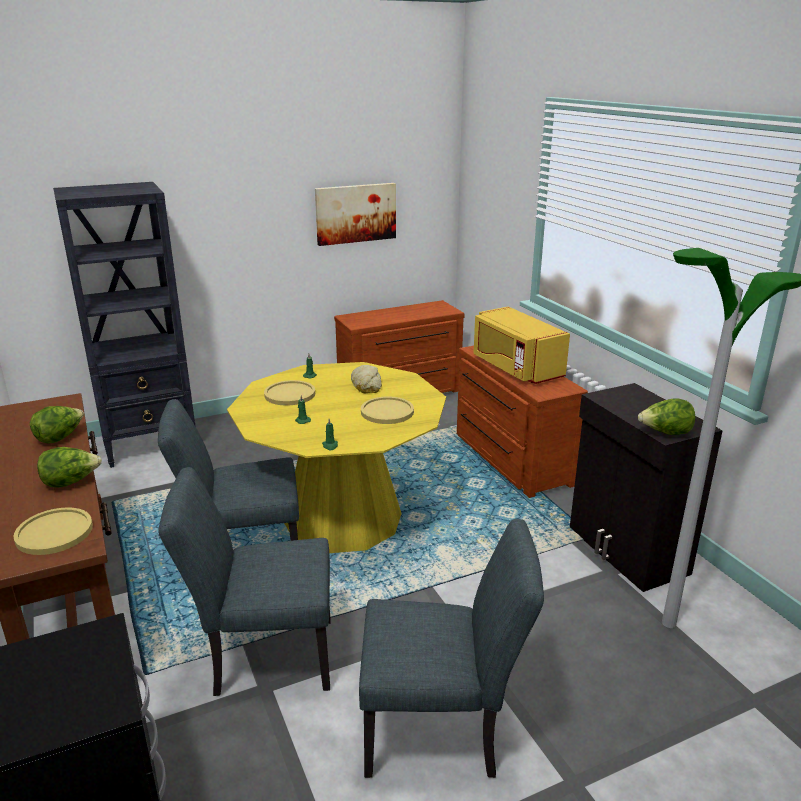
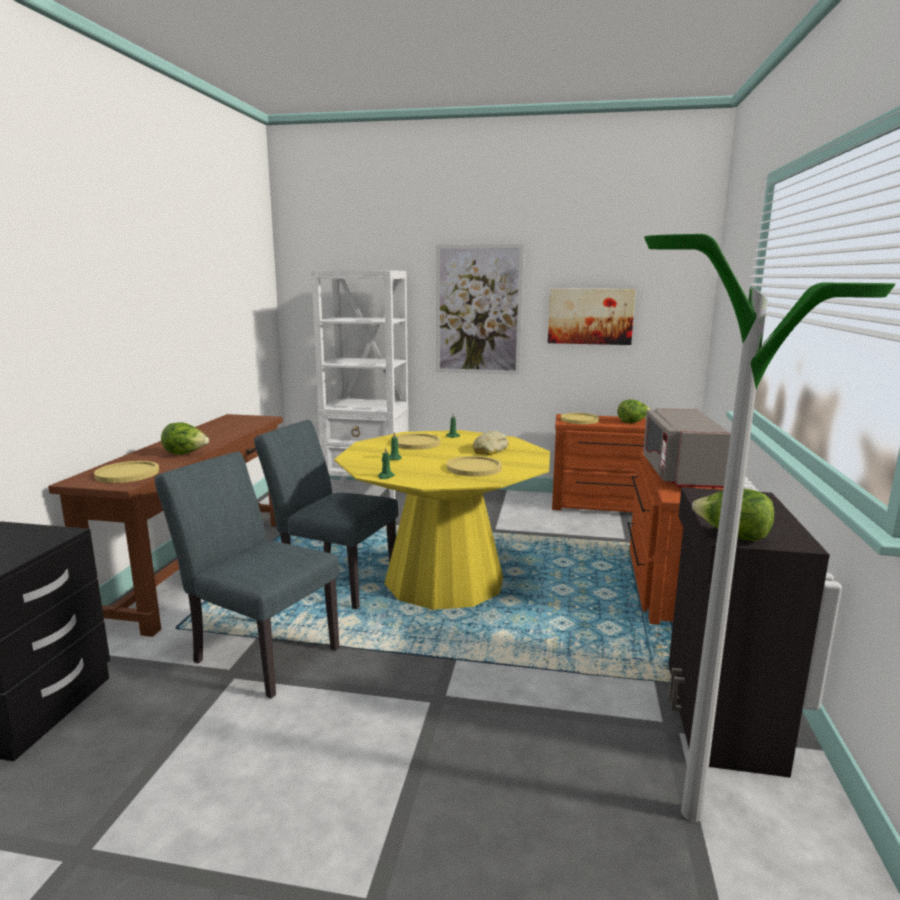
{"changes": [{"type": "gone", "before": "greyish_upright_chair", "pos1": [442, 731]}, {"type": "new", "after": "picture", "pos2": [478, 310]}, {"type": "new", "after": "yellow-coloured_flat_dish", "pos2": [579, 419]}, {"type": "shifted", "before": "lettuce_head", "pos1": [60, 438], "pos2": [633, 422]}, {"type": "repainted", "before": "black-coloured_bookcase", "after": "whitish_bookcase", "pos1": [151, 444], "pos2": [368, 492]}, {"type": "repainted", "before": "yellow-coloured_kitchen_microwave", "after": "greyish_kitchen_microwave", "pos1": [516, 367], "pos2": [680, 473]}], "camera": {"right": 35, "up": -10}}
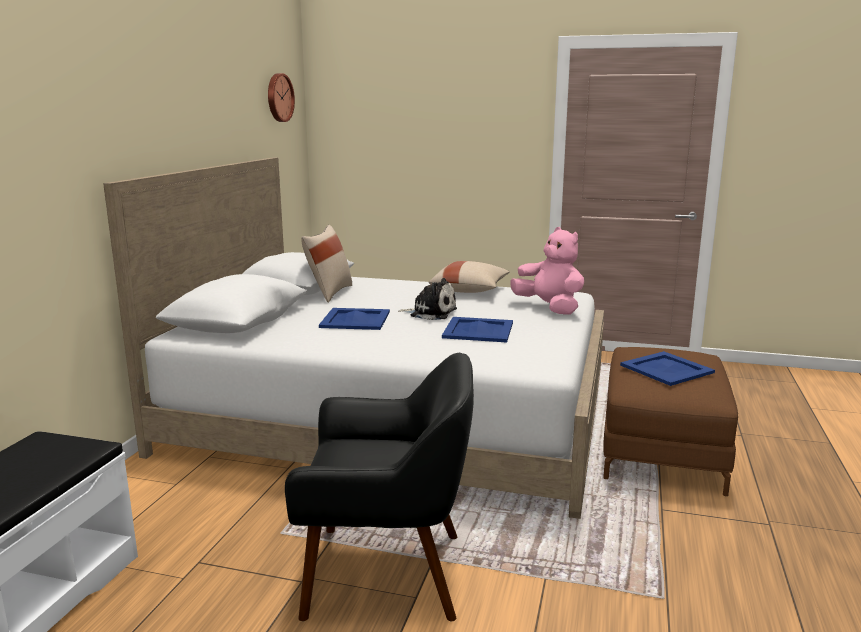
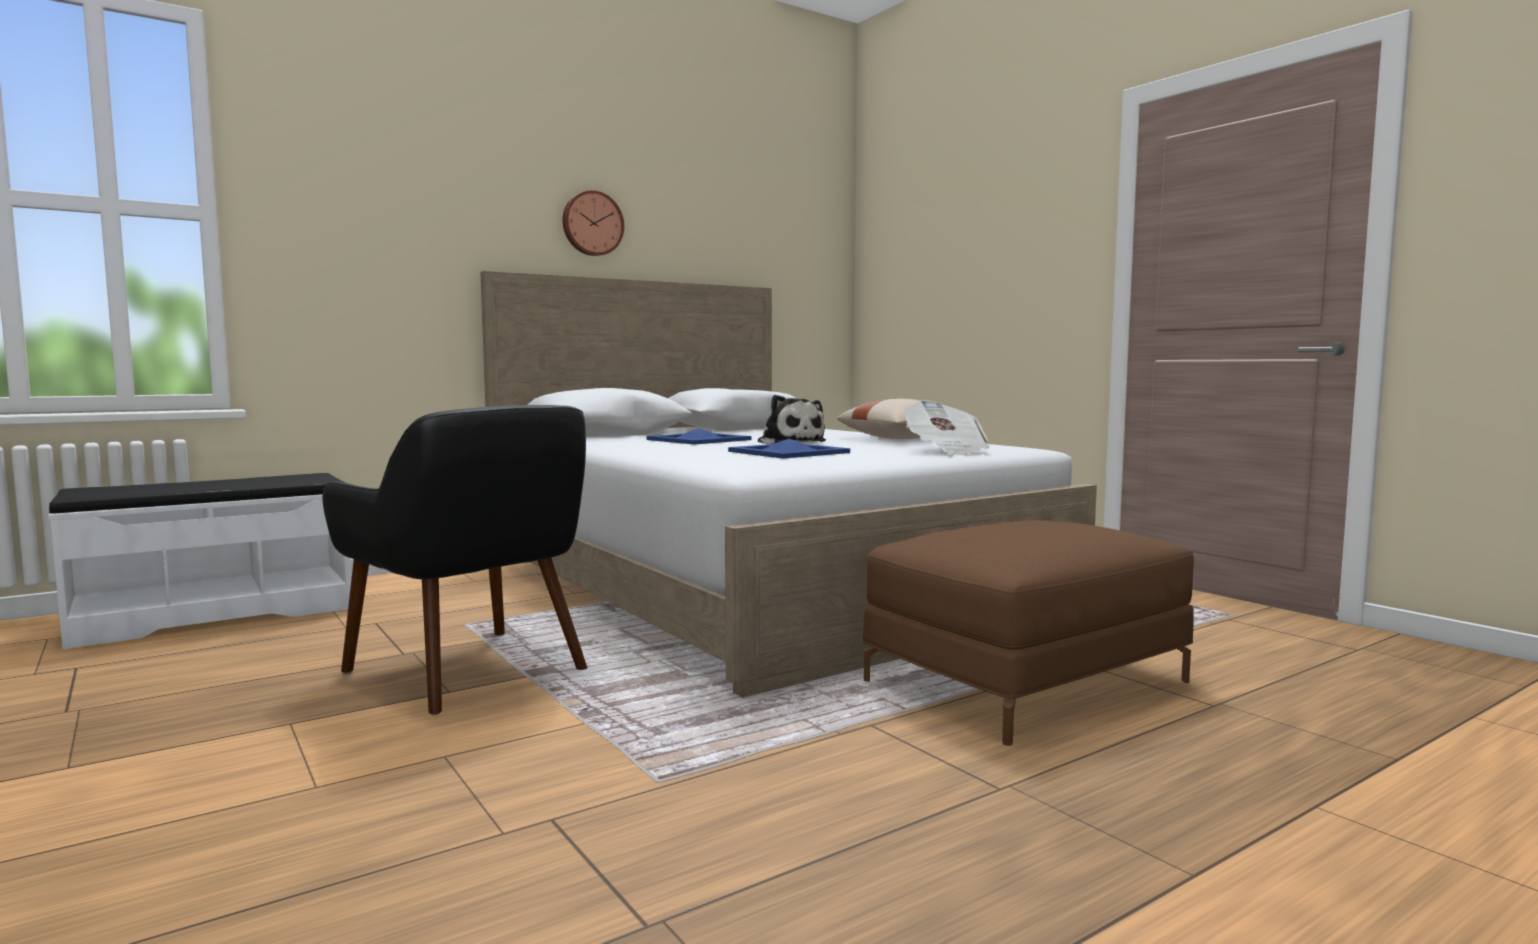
{"changes": [{"type": "gone", "before": "beige_cushion", "pos1": [328, 293]}, {"type": "gone", "before": "blue-coloured_serving_tray", "pos1": [665, 369]}, {"type": "shifted", "before": "wall_clock", "pos1": [279, 97], "pos2": [592, 223]}, {"type": "swapped", "before": "pink_cuddly_toy", "after": "newspaper", "pos1": [549, 308], "pos2": [946, 451]}], "camera": {"right": 40, "up": -10}}
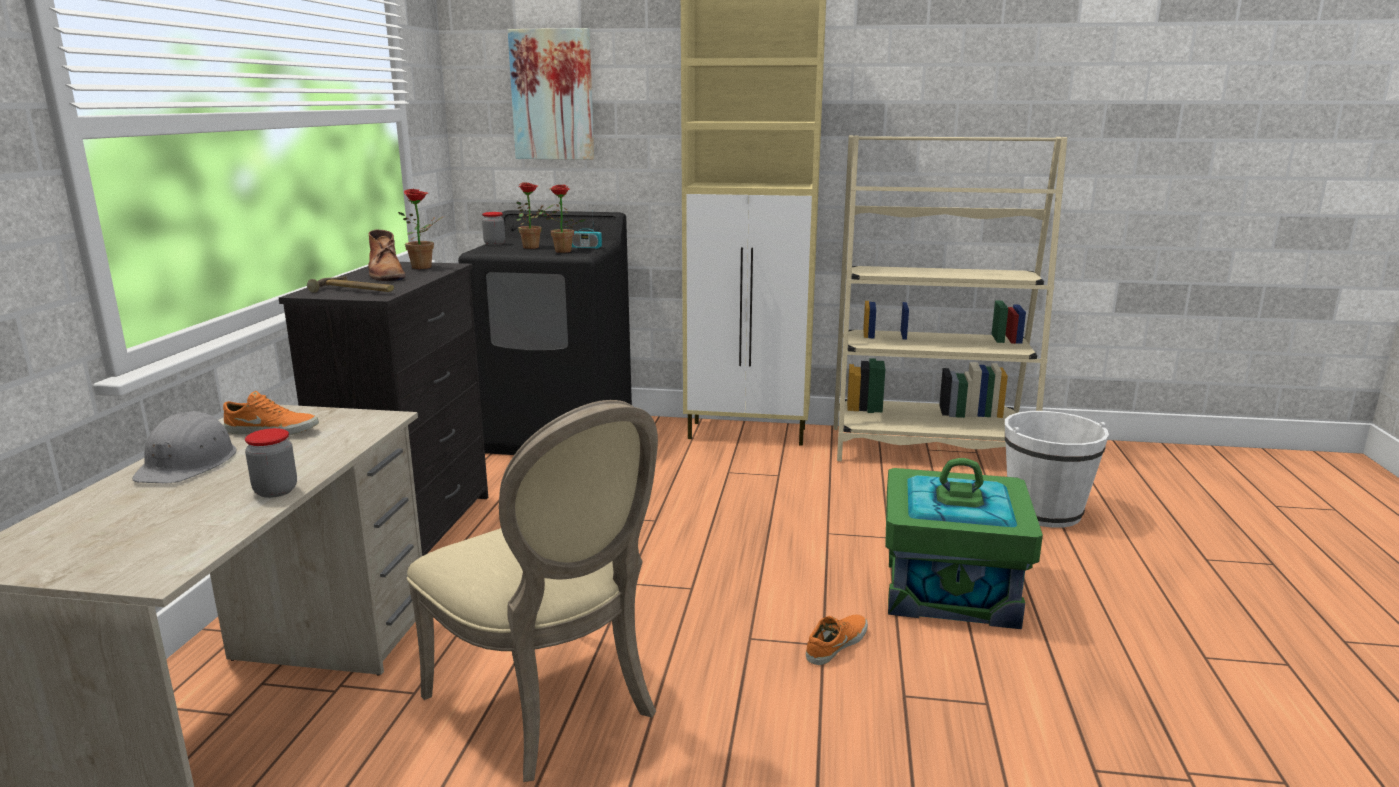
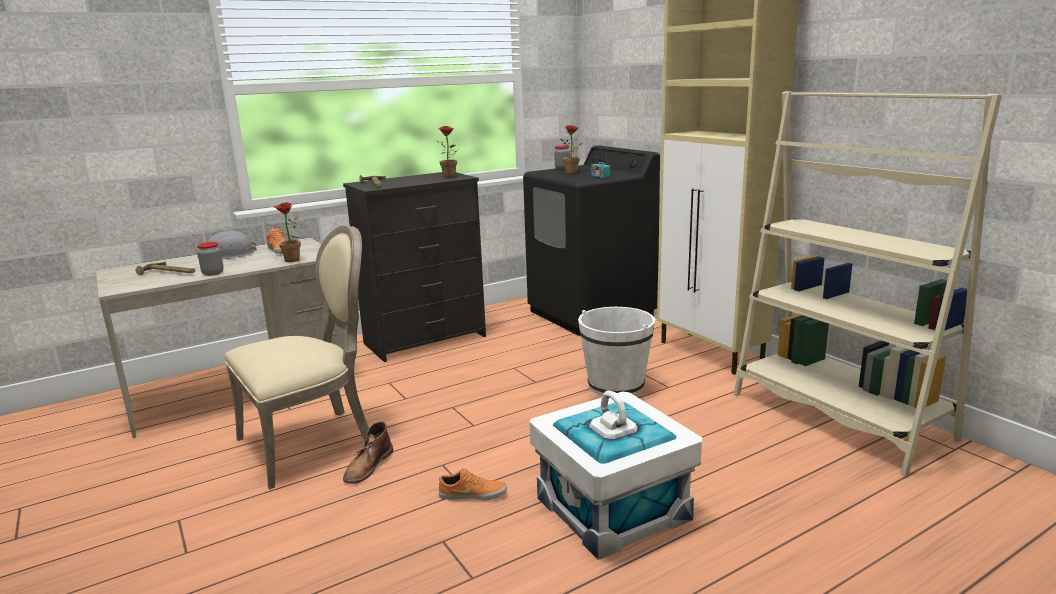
{"changes": [{"type": "gone", "before": "picture", "pos1": [552, 95]}, {"type": "new", "after": "hand_hammer", "pos2": [168, 273]}, {"type": "shifted", "before": "brown_tall_boot", "pos1": [386, 274], "pos2": [368, 466]}, {"type": "shifted", "before": "potted_plant", "pos1": [561, 252], "pos2": [288, 260]}, {"type": "shifted", "before": "whitish_water_bucket", "pos1": [1044, 512], "pos2": [616, 385]}, {"type": "repainted", "before": "greenish_storage_container", "after": "whitish_storage_container", "pos1": [950, 588], "pos2": [613, 508]}, {"type": "rotated", "before": "beige_upright_chair", "pos1": [550, 705], "pos2": [312, 442], "turn": -135}], "camera": {"right": 50, "up": 0}}
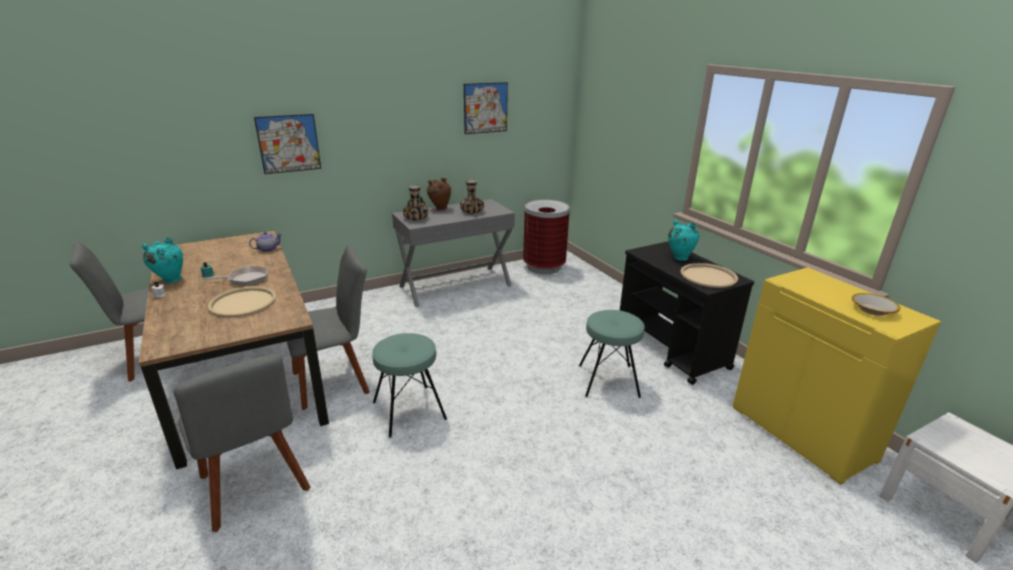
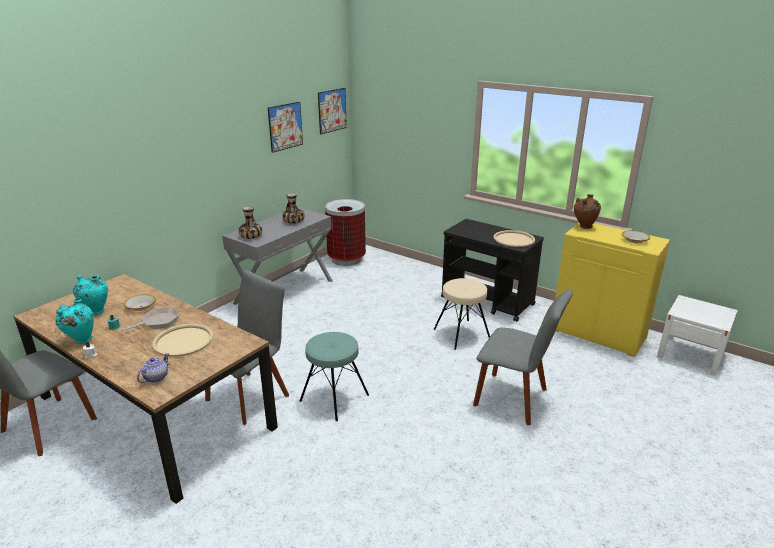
{"changes": [{"type": "new", "after": "deep_dish", "pos2": [141, 306]}, {"type": "shifted", "before": "greyish_upright_chair", "pos1": [255, 487], "pos2": [514, 399]}, {"type": "shifted", "before": "tea_pot", "pos1": [267, 249], "pos2": [155, 378]}, {"type": "shifted", "before": "picture", "pos1": [288, 143], "pos2": [332, 110]}, {"type": "shifted", "before": "brown_vase", "pos1": [439, 209], "pos2": [584, 227]}, {"type": "shifted", "before": "blue-green_vase", "pos1": [679, 258], "pos2": [96, 311]}, {"type": "repainted", "before": "blue-green_stool_seat", "after": "beige_stool_seat", "pos1": [608, 380], "pos2": [461, 334]}], "camera": {"right": -25, "up": 0}}
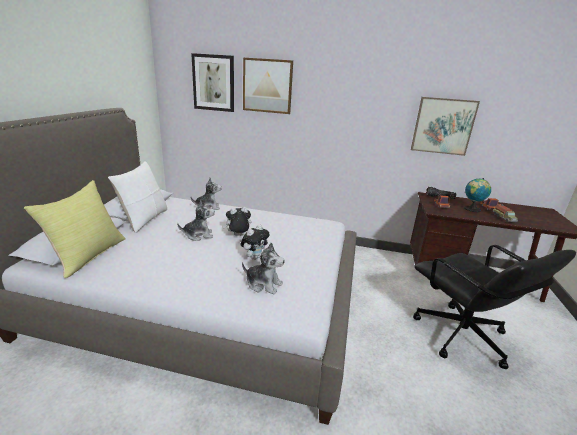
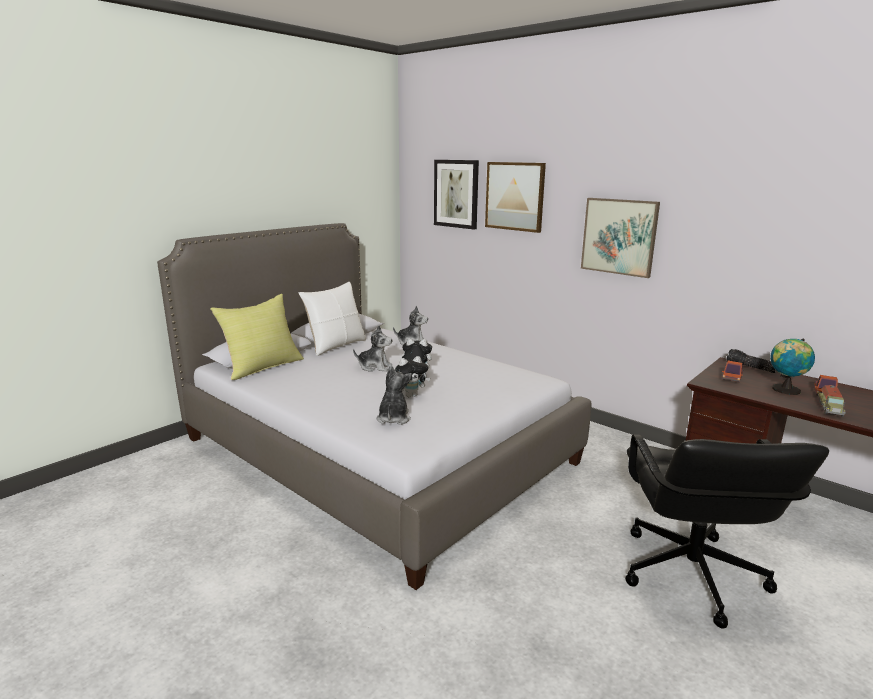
{"changes": [{"type": "shifted", "before": "picture", "pos1": [443, 126], "pos2": [619, 236]}, {"type": "rotated", "before": "cuddly_toy", "pos1": [263, 284], "pos2": [393, 418], "turn": -135}], "camera": {"right": 30, "up": -5}}
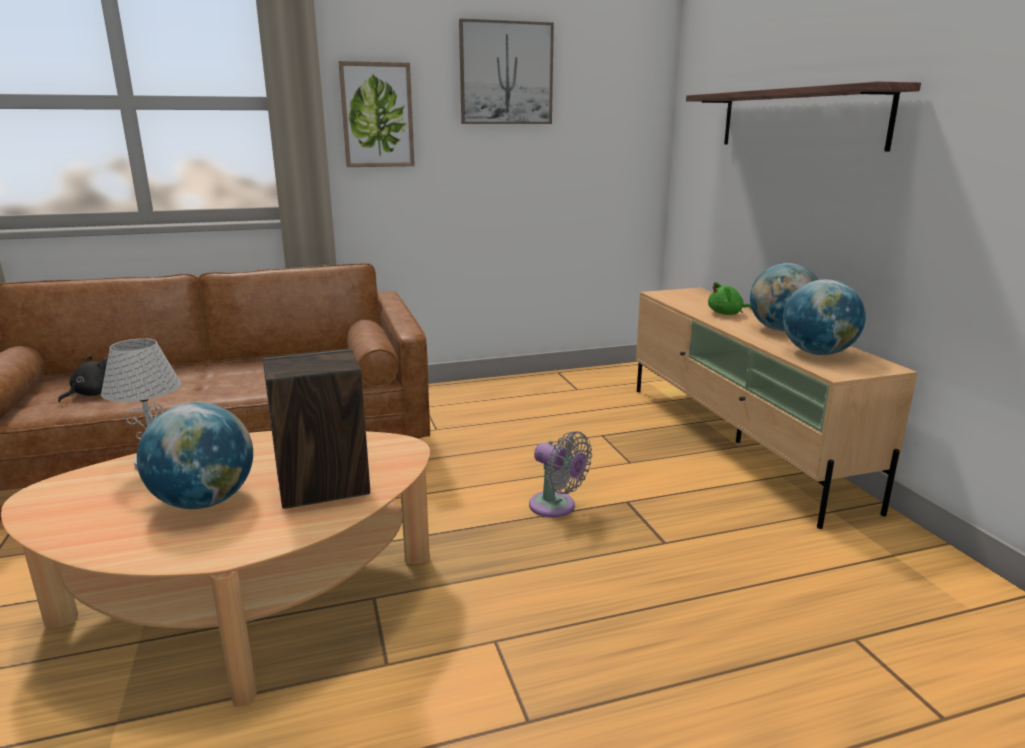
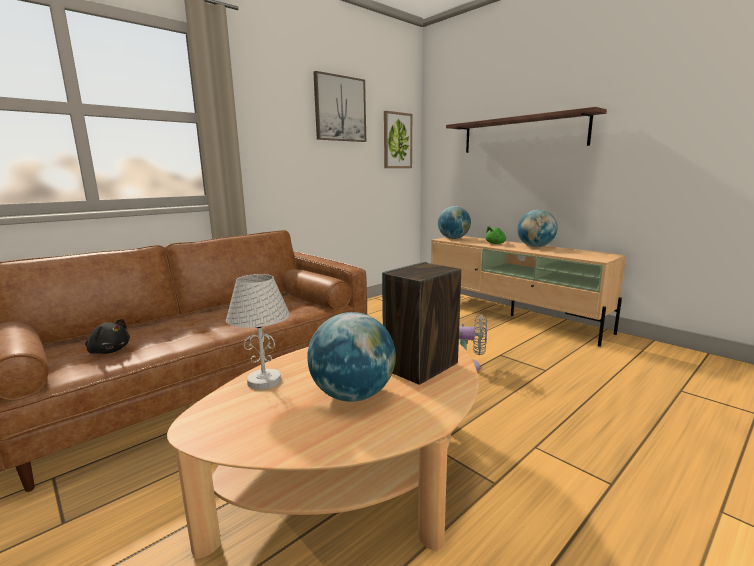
{"changes": [{"type": "shifted", "before": "picture", "pos1": [377, 115], "pos2": [397, 140]}, {"type": "shifted", "before": "globe", "pos1": [818, 353], "pos2": [453, 238]}, {"type": "rotated", "before": "black-coloured_cuddly_toy", "pos1": [92, 394], "pos2": [109, 351], "turn": 105}], "camera": {"right": -25, "up": -5}}
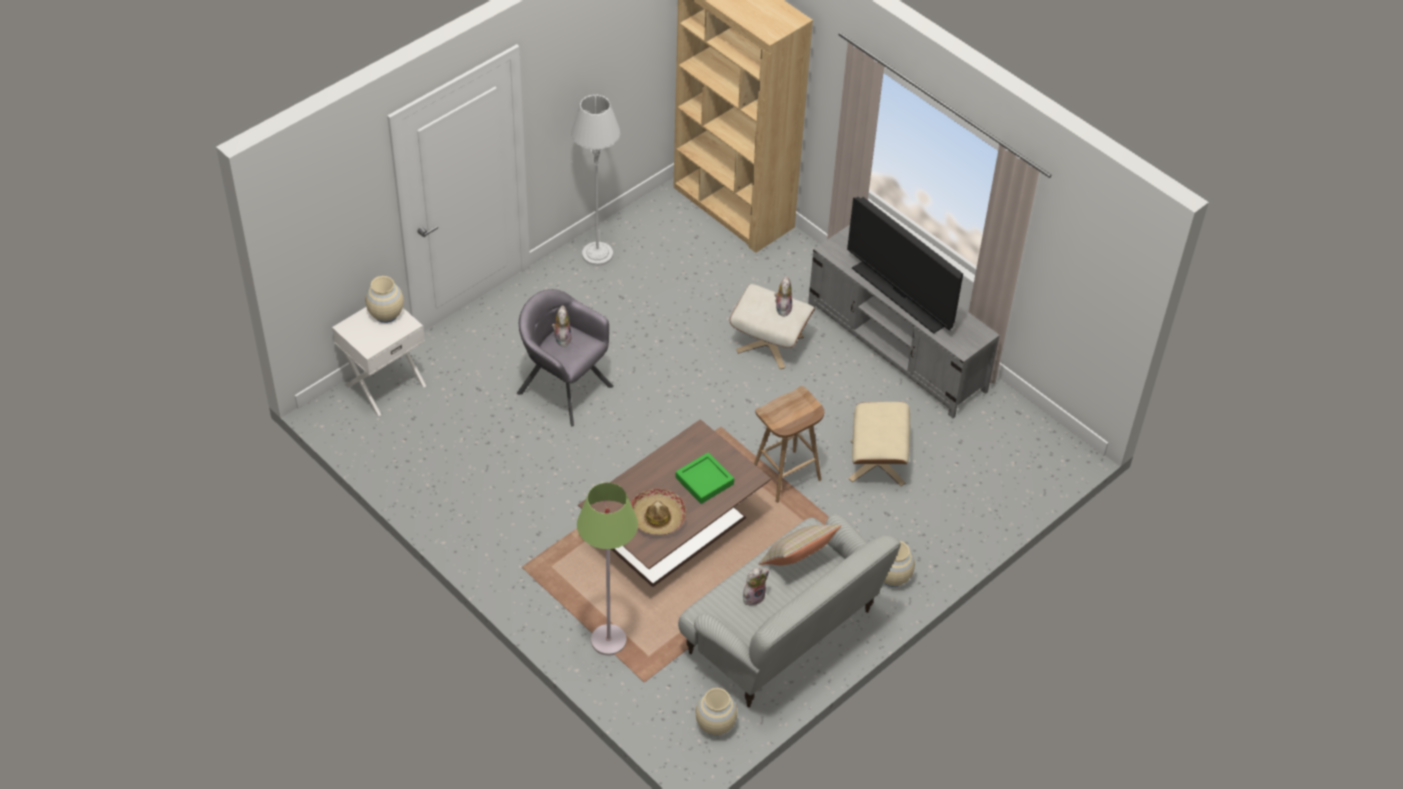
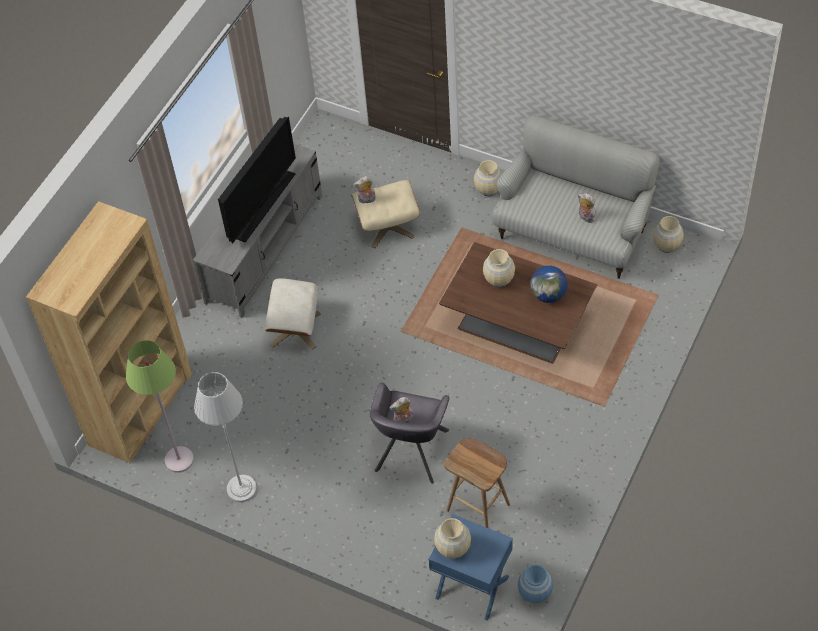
{"changes": [{"type": "gone", "before": "beige_cushion", "pos1": [797, 561]}, {"type": "new", "after": "blue-coloured_vase", "pos2": [535, 592]}, {"type": "shifted", "before": "greenish_floor_lamp", "pos1": [609, 640], "pos2": [179, 459]}, {"type": "shifted", "before": "brown_stool_seat", "pos1": [785, 477], "pos2": [479, 507]}, {"type": "shifted", "before": "cuddly_toy", "pos1": [782, 308], "pos2": [366, 200]}, {"type": "swapped", "before": "hat", "after": "globe", "pos1": [657, 517], "pos2": [548, 295]}, {"type": "swapped", "before": "greenish_serving_tray", "after": "beige_vase", "pos1": [704, 481], "pos2": [498, 279]}, {"type": "repainted", "before": "whitish_nightstand", "after": "blue-coloured_nightstand", "pos1": [384, 384], "pos2": [471, 588]}], "camera": {"right": -105, "up": 5}}
